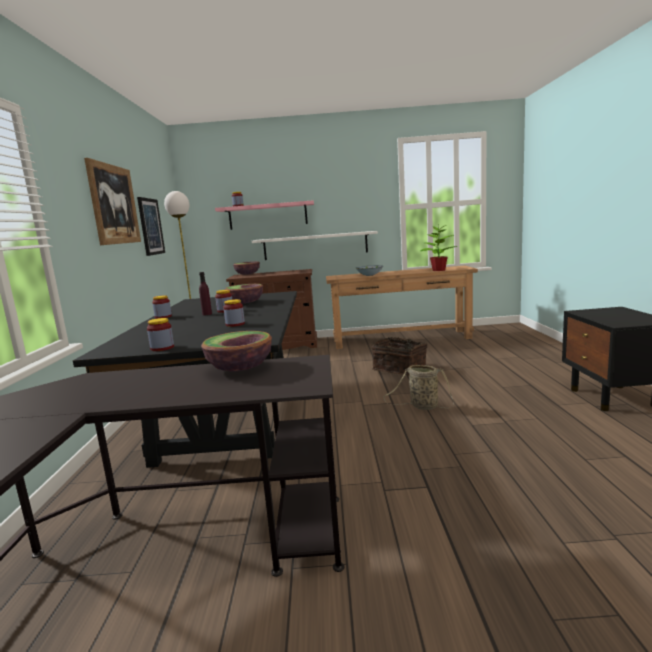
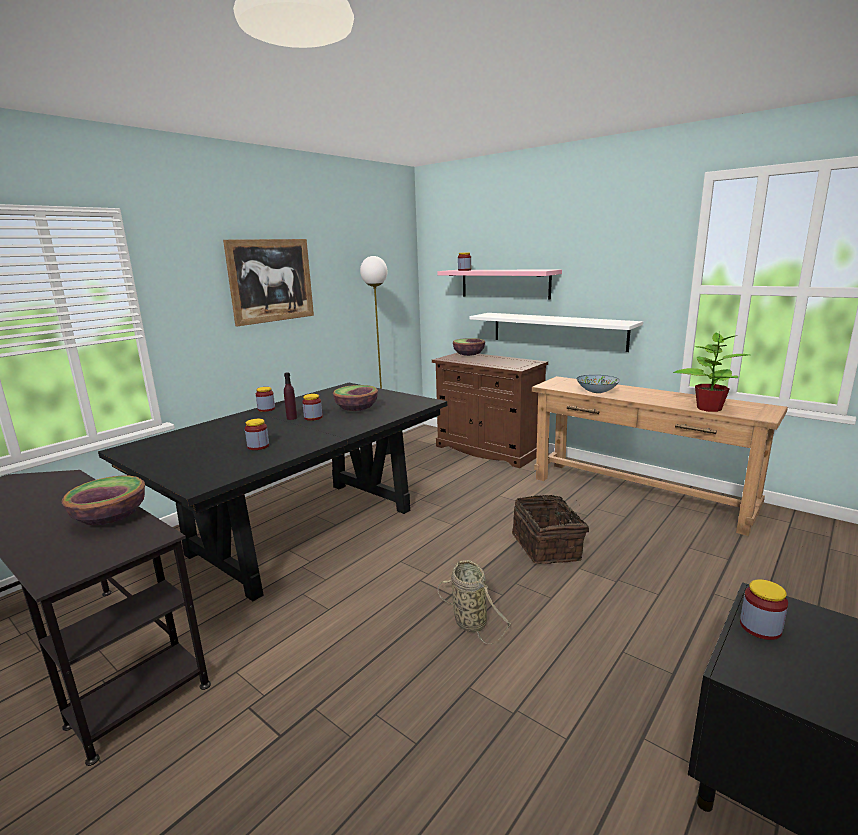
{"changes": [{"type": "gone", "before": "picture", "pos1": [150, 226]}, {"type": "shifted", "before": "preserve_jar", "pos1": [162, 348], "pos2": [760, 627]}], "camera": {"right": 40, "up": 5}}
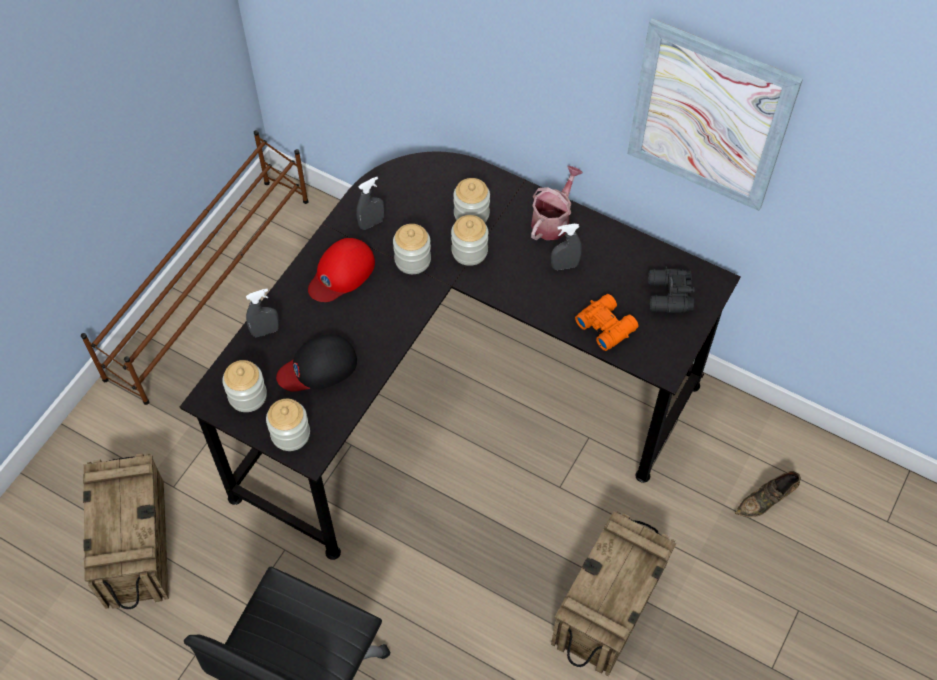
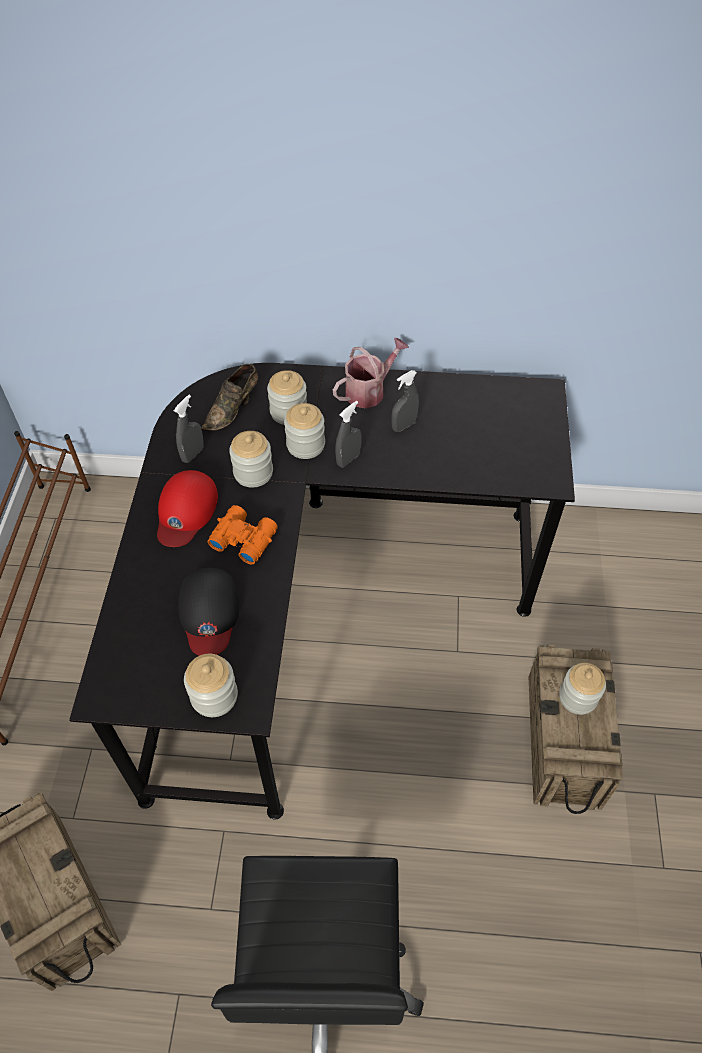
{"changes": [{"type": "gone", "before": "picture", "pos1": [709, 117]}, {"type": "gone", "before": "black-coloured_binoculars", "pos1": [668, 296]}, {"type": "shifted", "before": "preserve_jar", "pos1": [247, 396], "pos2": [578, 697]}, {"type": "shifted", "before": "greyish_hand_sprayer", "pos1": [265, 331], "pos2": [348, 459]}, {"type": "shifted", "before": "orange-coloured_binoculars", "pos1": [606, 325], "pos2": [243, 538]}, {"type": "shifted", "before": "brown_shoe", "pos1": [767, 500], "pos2": [233, 410]}, {"type": "rotated", "before": "black-coloured_peaked_cap", "pos1": [318, 367], "pos2": [209, 613], "turn": -45}, {"type": "rotated", "before": "sprinkling_can", "pos1": [553, 220], "pos2": [369, 390], "turn": 45}], "camera": {"right": -25, "up": -5}}
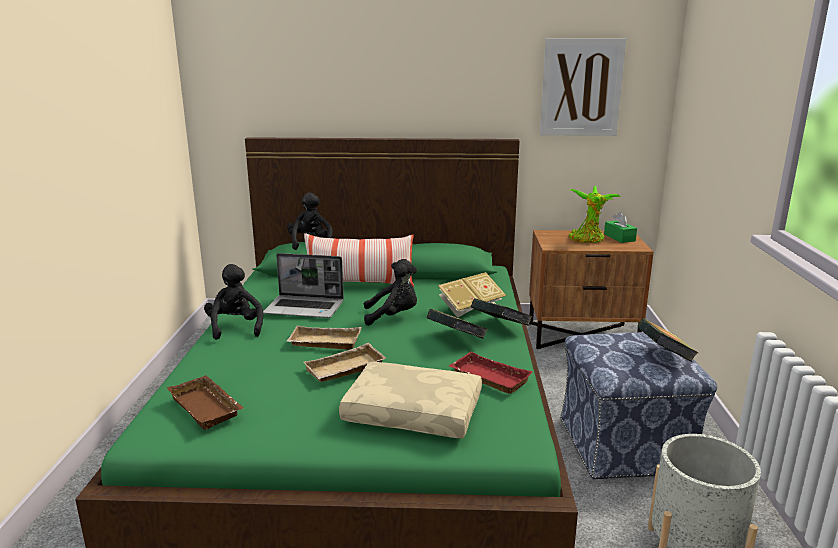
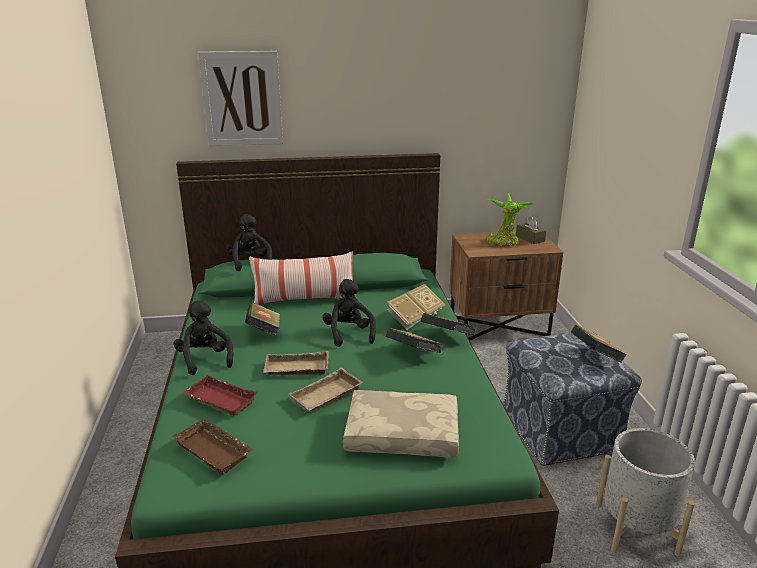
{"changes": [{"type": "shifted", "before": "reddish_serving_tray", "pos1": [487, 378], "pos2": [218, 401]}, {"type": "shifted", "before": "picture", "pos1": [581, 87], "pos2": [242, 99]}, {"type": "swapped", "before": "laptop", "after": "book", "pos1": [305, 308], "pos2": [264, 332]}, {"type": "repainted", "before": "greenish_box_of_tissues", "after": "brown_box_of_tissues", "pos1": [619, 237], "pos2": [530, 238]}, {"type": "rotated", "before": "black-coloured_cuddly_toy", "pos1": [393, 316], "pos2": [349, 334], "turn": -90}], "camera": {"right": -10, "up": 5}}
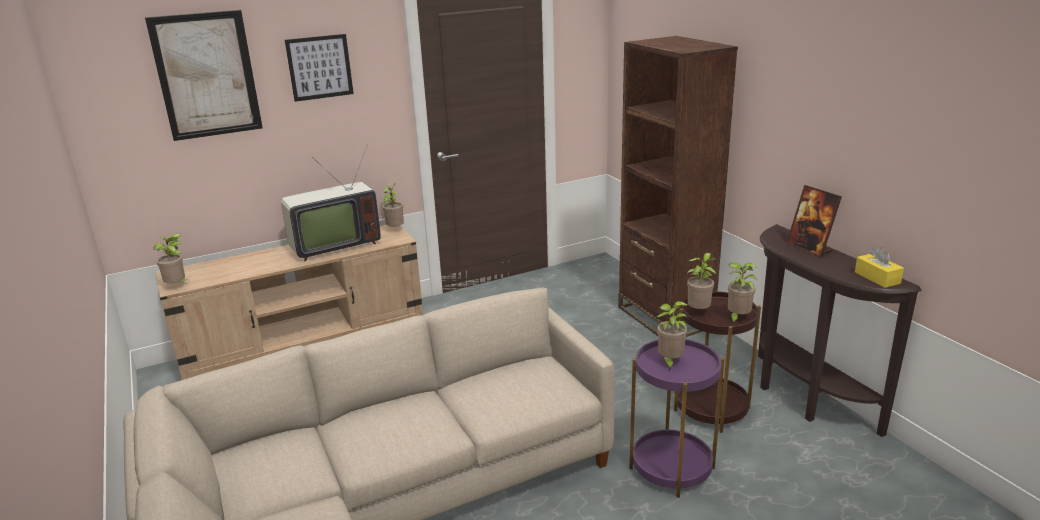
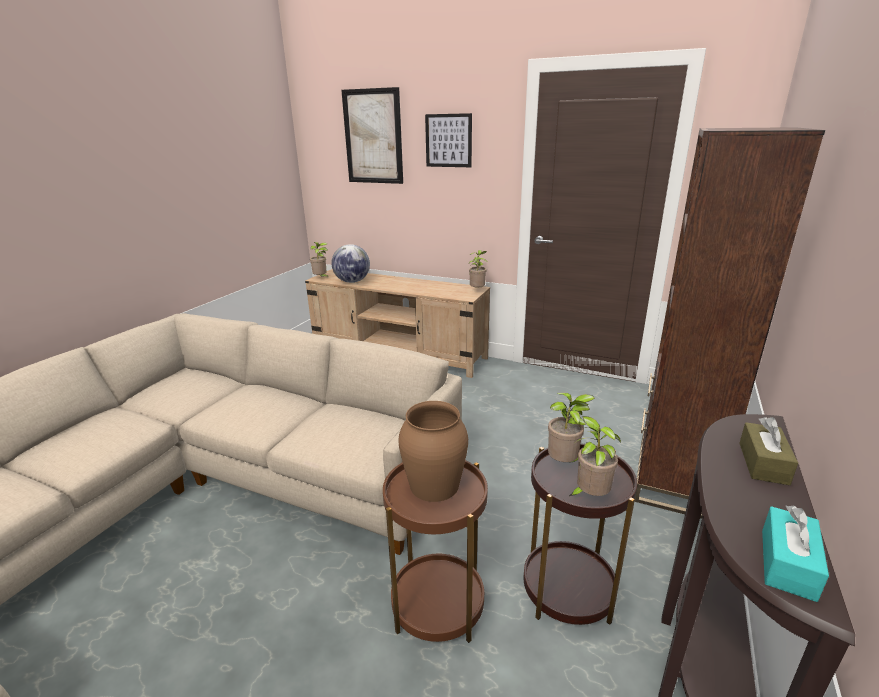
{"changes": [{"type": "gone", "before": "TV", "pos1": [333, 246]}, {"type": "new", "after": "globe", "pos2": [352, 282]}, {"type": "swapped", "before": "potted_plant", "after": "brown_vase", "pos1": [669, 362], "pos2": [433, 484]}, {"type": "swapped", "before": "picture_frame", "after": "brown_box_of_tissues", "pos1": [809, 248], "pos2": [763, 463]}, {"type": "repainted", "before": "purplish_end_table", "after": "brown_end_table", "pos1": [671, 468], "pos2": [438, 605]}, {"type": "repainted", "before": "yellow-coloured_box_of_tissues", "after": "blue-green_box_of_tissues", "pos1": [877, 278], "pos2": [787, 563]}], "camera": {"right": 50, "up": 0}}
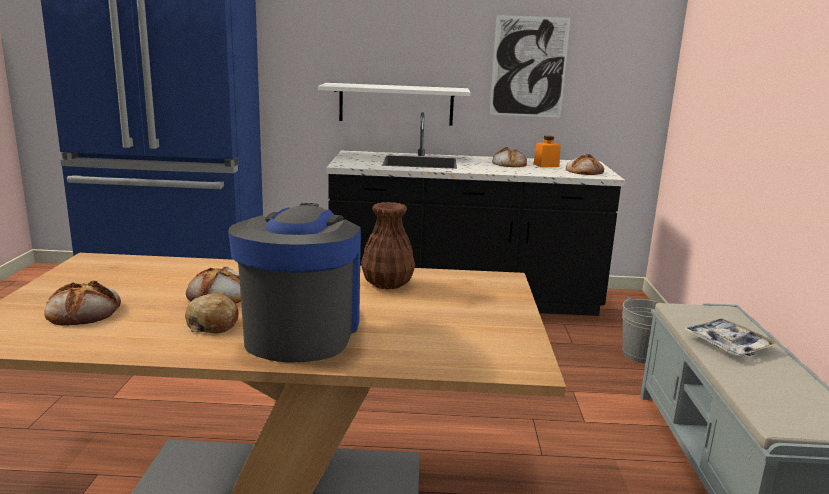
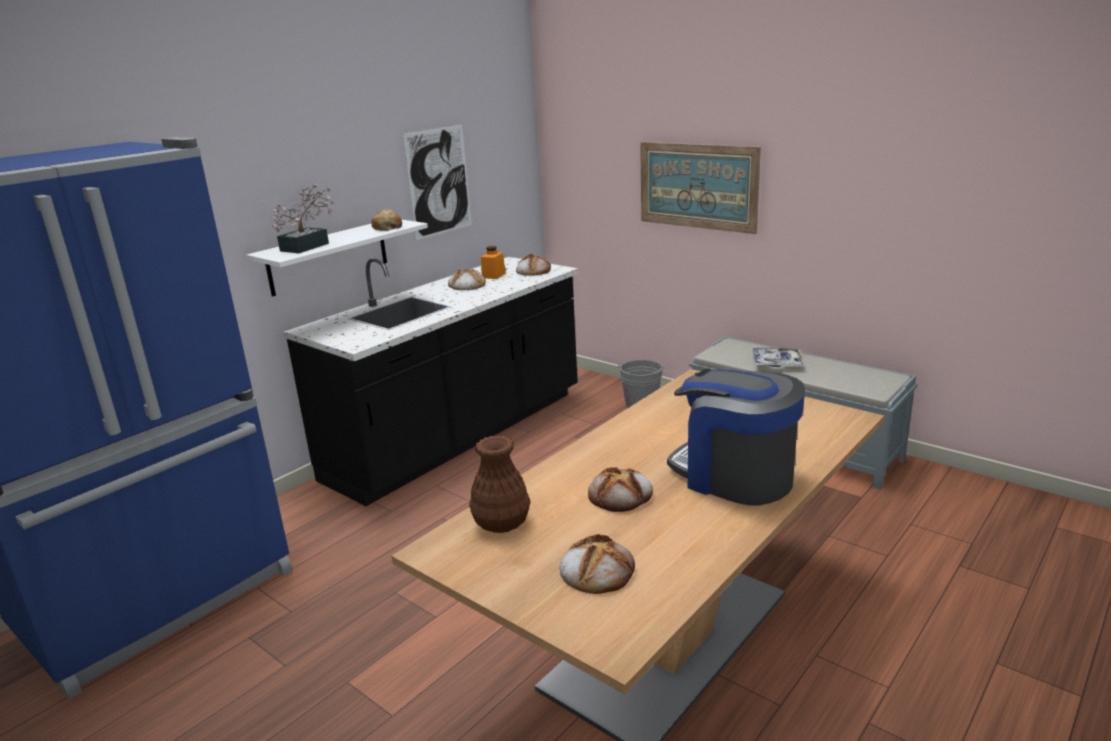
{"changes": [{"type": "new", "after": "potted_plant", "pos2": [309, 246]}, {"type": "new", "after": "picture", "pos2": [697, 186]}, {"type": "shifted", "before": "baked_bread", "pos1": [213, 324], "pos2": [387, 228]}, {"type": "shifted", "before": "brown_vase", "pos1": [388, 284], "pos2": [502, 523]}], "camera": {"right": -50, "up": 5}}
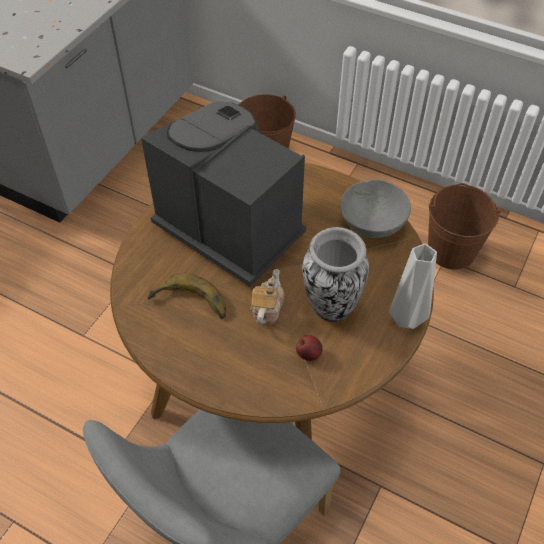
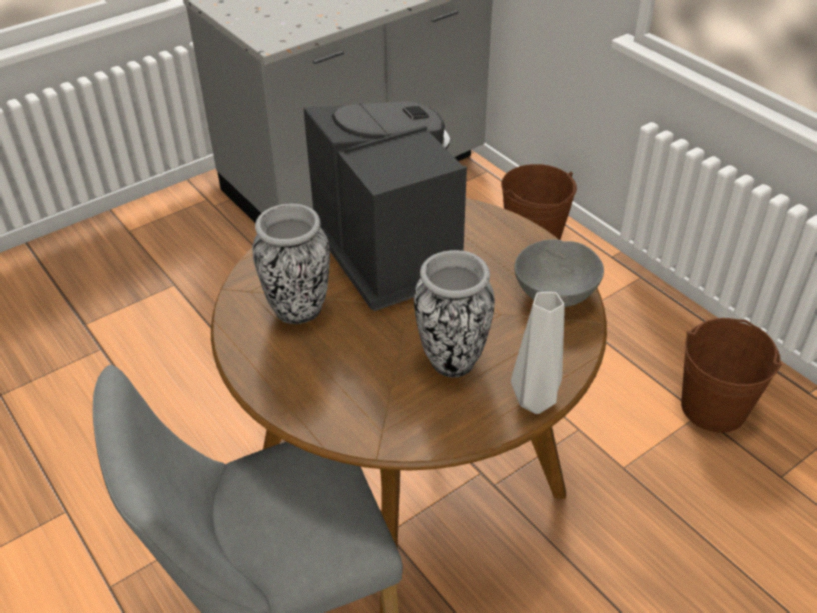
{"changes": [{"type": "gone", "before": "tea_pot", "pos1": [266, 308]}, {"type": "gone", "before": "whole_apple", "pos1": [308, 354]}, {"type": "swapped", "before": "whole_banana", "after": "vase", "pos1": [189, 305], "pos2": [298, 310]}], "camera": {"right": 25, "up": -10}}
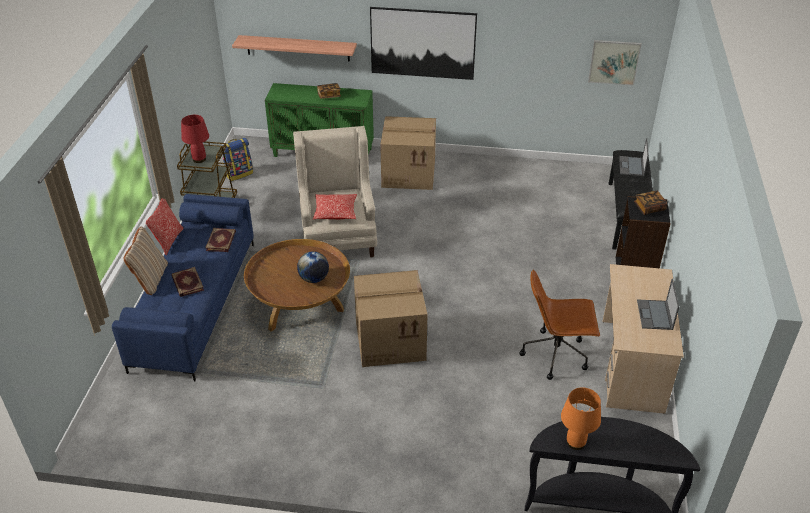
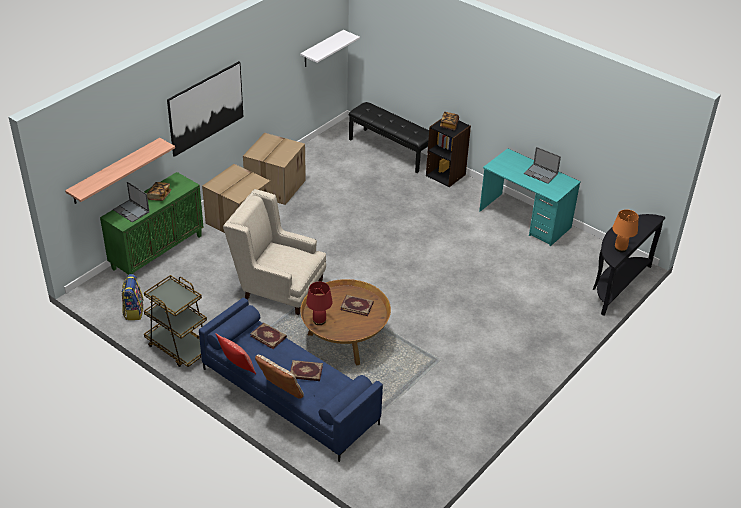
{"changes": [{"type": "gone", "before": "cushion", "pos1": [335, 212]}, {"type": "gone", "before": "brown_office_chair", "pos1": [556, 354]}, {"type": "shifted", "before": "reddish_table_lamp", "pos1": [199, 159], "pos2": [319, 321]}, {"type": "shifted", "before": "carton", "pos1": [391, 340], "pos2": [275, 186]}, {"type": "shifted", "before": "laptop", "pos1": [631, 166], "pos2": [131, 211]}, {"type": "swapped", "before": "globe", "after": "book", "pos1": [314, 279], "pos2": [357, 306]}, {"type": "swapped", "before": "picture", "after": "whitish_shelf", "pos1": [614, 62], "pos2": [322, 49]}, {"type": "repainted", "before": "beige_desk_unit", "after": "blue-green_desk_unit", "pos1": [631, 365], "pos2": [525, 219]}], "camera": {"right": -60, "up": 0}}
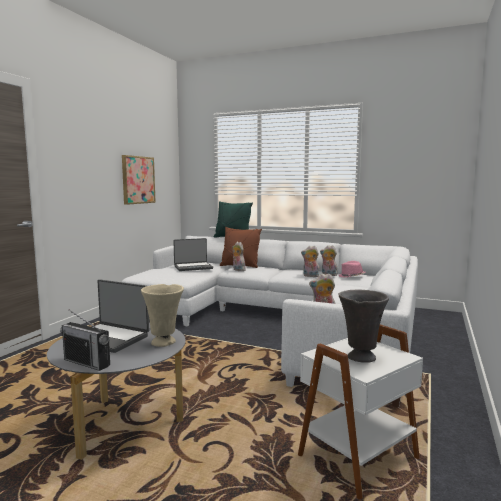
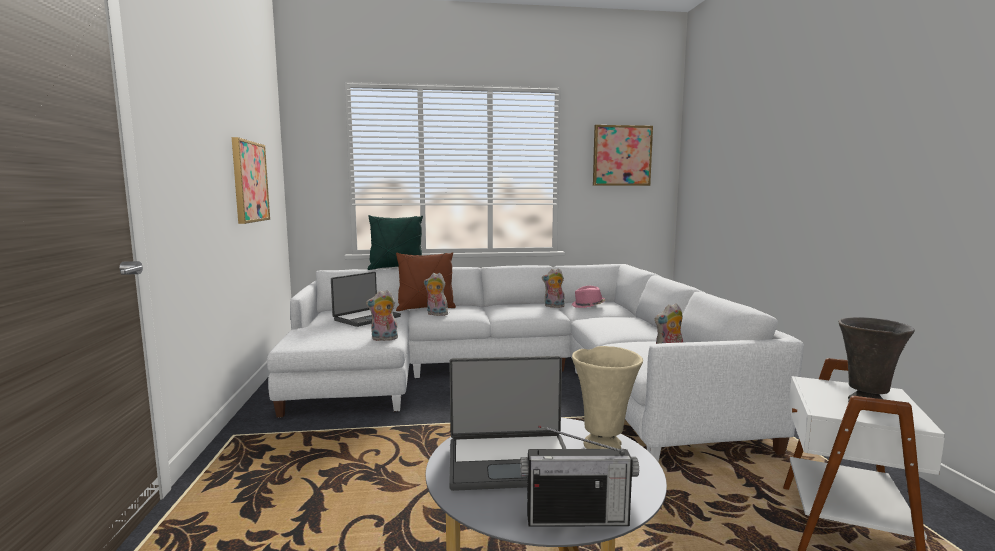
{"changes": [{"type": "new", "after": "picture", "pos2": [621, 155]}, {"type": "shifted", "before": "cuddly_toy", "pos1": [310, 276], "pos2": [384, 339]}], "camera": {"right": -30, "up": 0}}
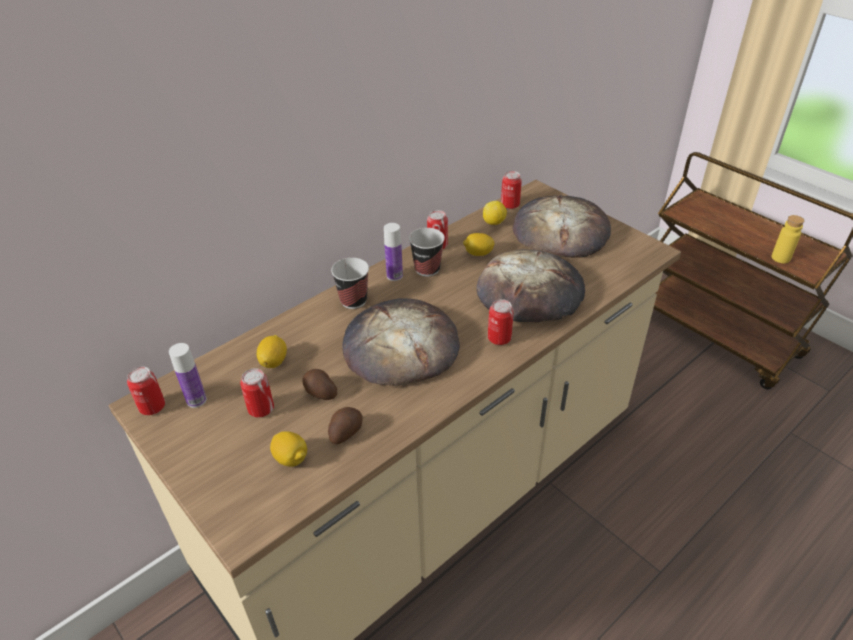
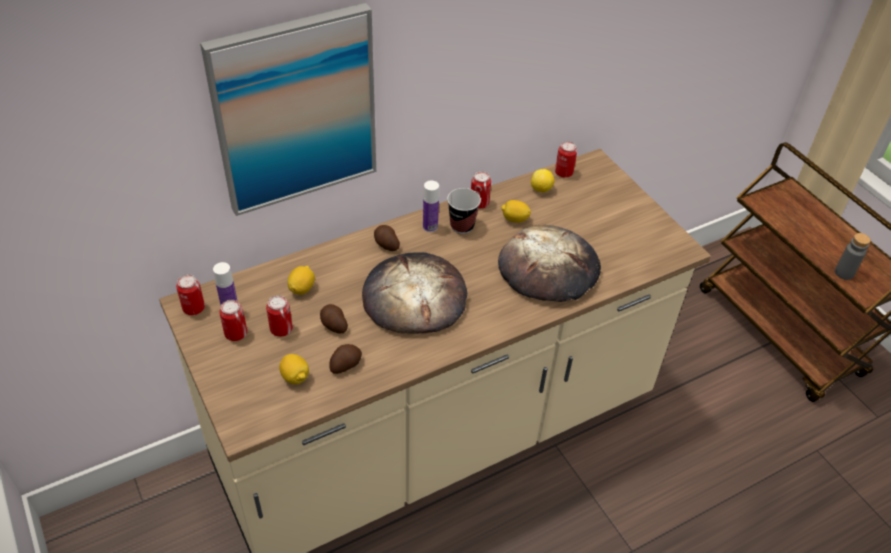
{"changes": [{"type": "gone", "before": "baked_bread", "pos1": [560, 231]}, {"type": "new", "after": "picture", "pos2": [295, 110]}, {"type": "shifted", "before": "metal_can", "pos1": [499, 338], "pos2": [236, 333]}, {"type": "swapped", "before": "drinking_cup", "after": "whole_potato", "pos1": [353, 301], "pos2": [386, 244]}, {"type": "repainted", "before": "yellow-coloured_drink_bottle", "after": "greyish_drink_bottle", "pos1": [780, 258], "pos2": [844, 273]}], "camera": {"right": 10, "up": 5}}
